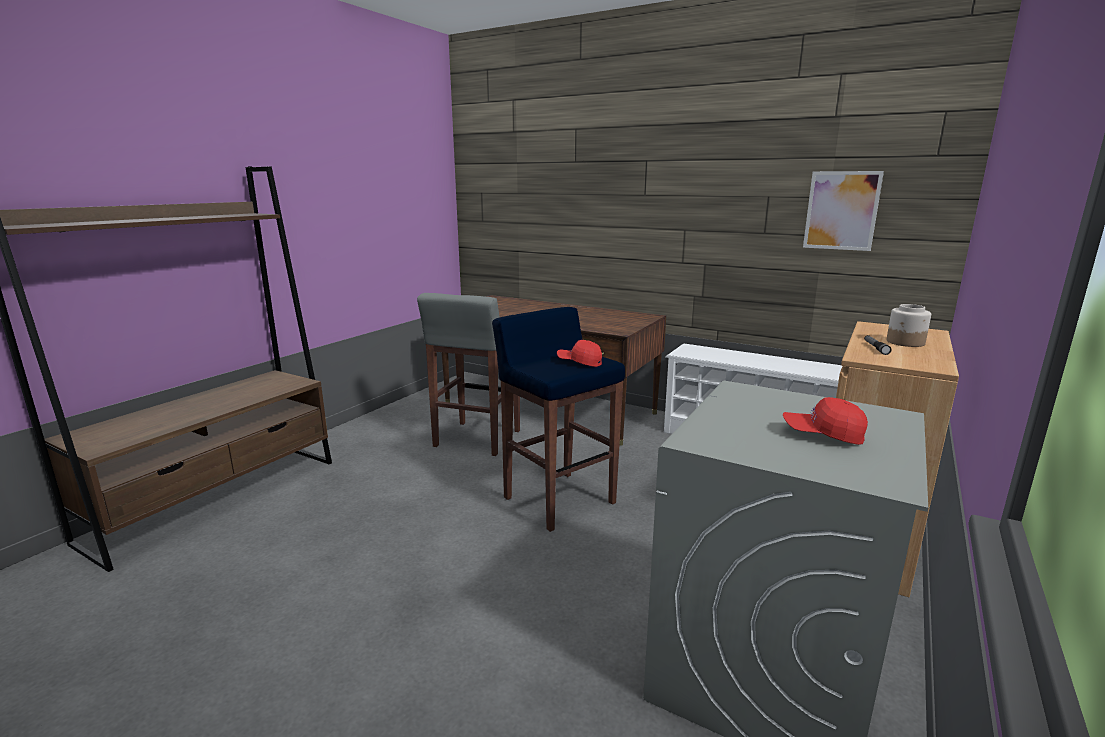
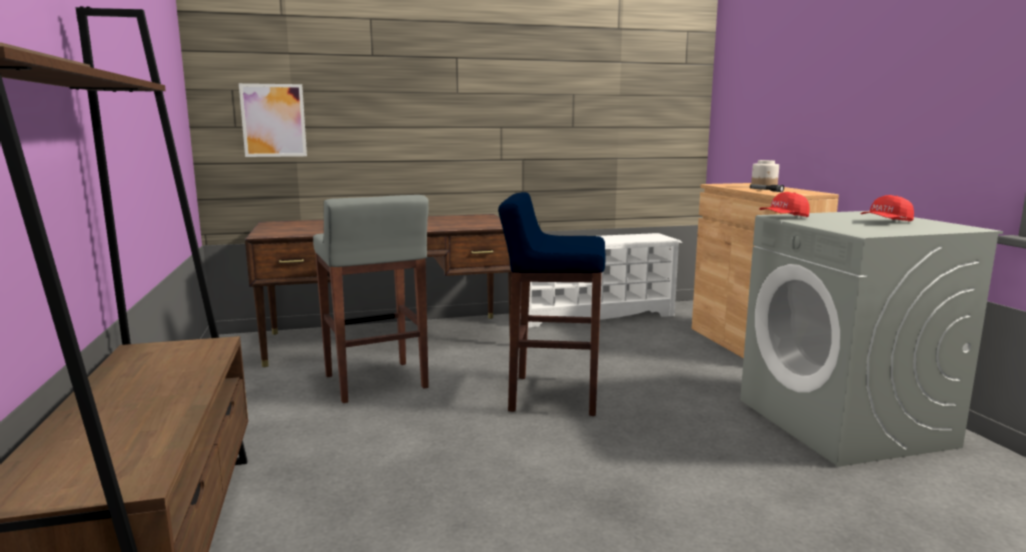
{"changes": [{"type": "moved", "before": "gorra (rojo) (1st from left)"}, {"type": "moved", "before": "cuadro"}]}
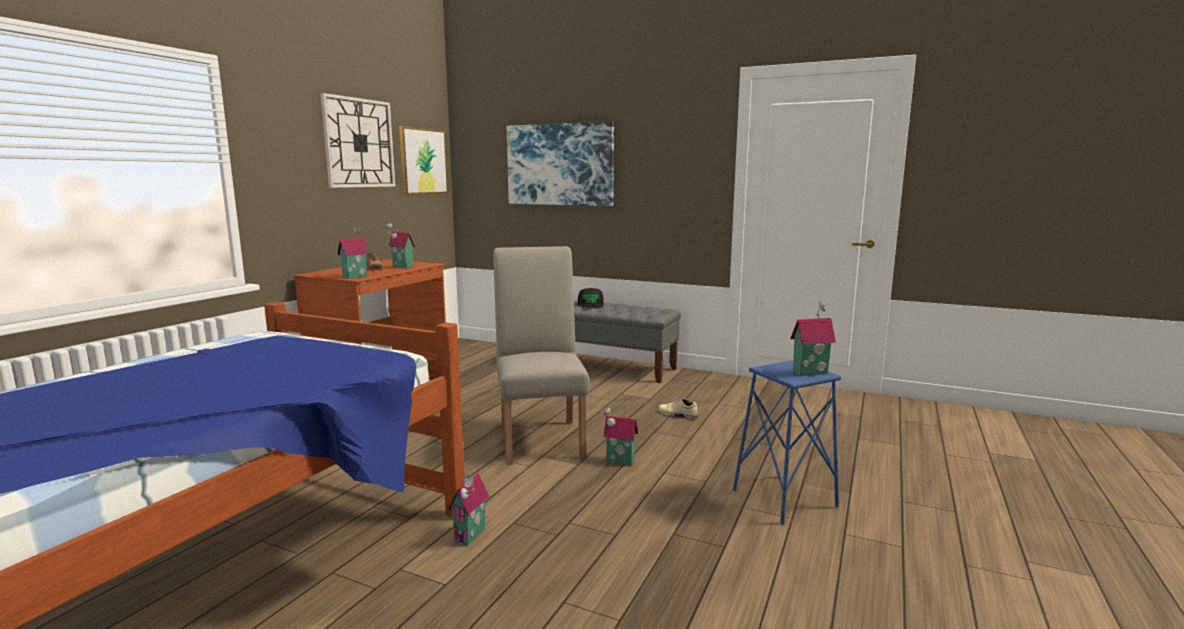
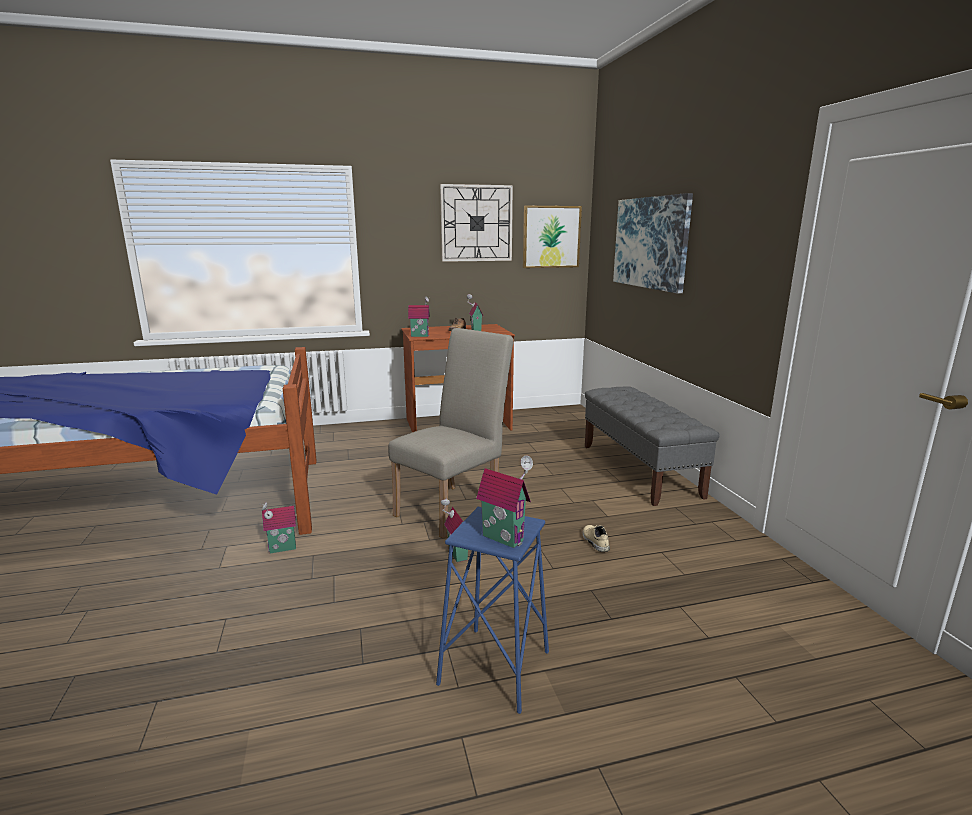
{"changes": [{"type": "removed", "before": "gorra (negro)"}]}
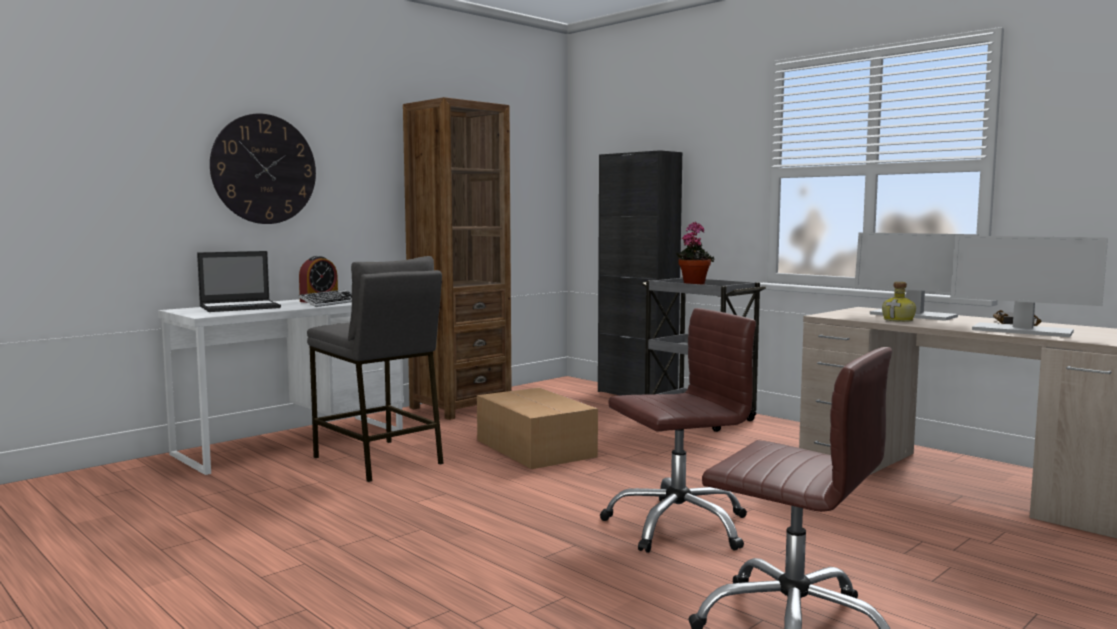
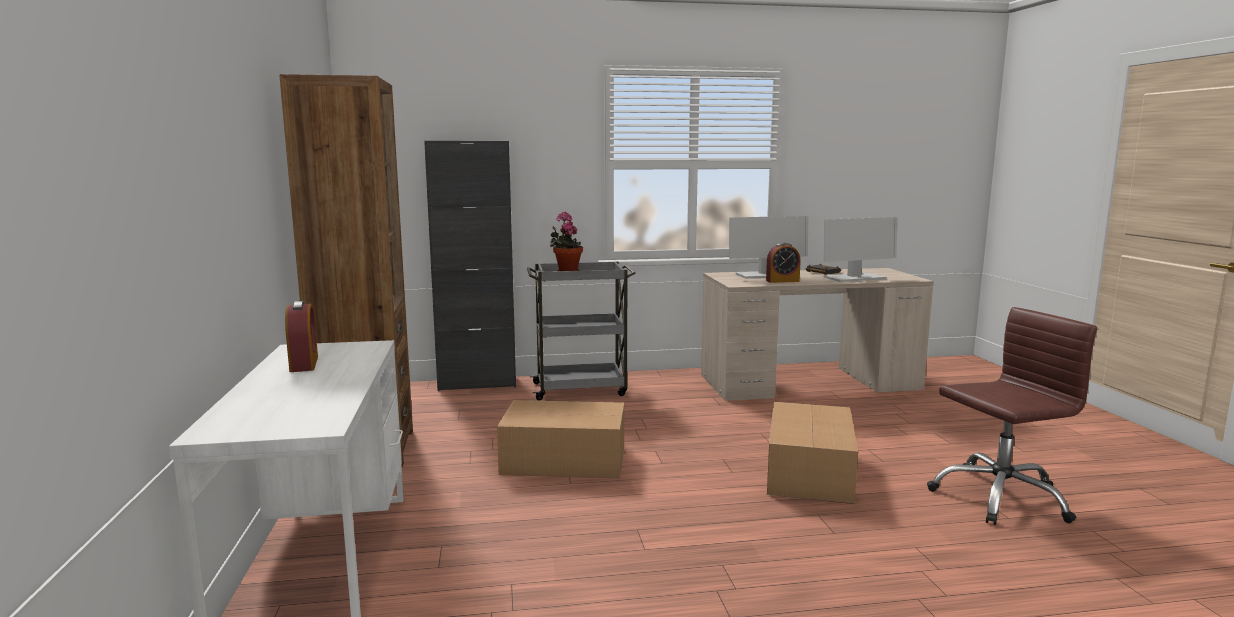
{"changes": [{"type": "removed", "before": "portátil"}, {"type": "removed", "before": "reloj de pared"}, {"type": "removed", "before": "teclado"}, {"type": "removed", "before": "taburete (gris)"}, {"type": "replaced", "before": "silla de oficina (marrón) (1st from left)", "after": "caja de cartón (2nd from left)"}, {"type": "replaced", "before": "botella", "after": "despertador (2nd from left)"}]}
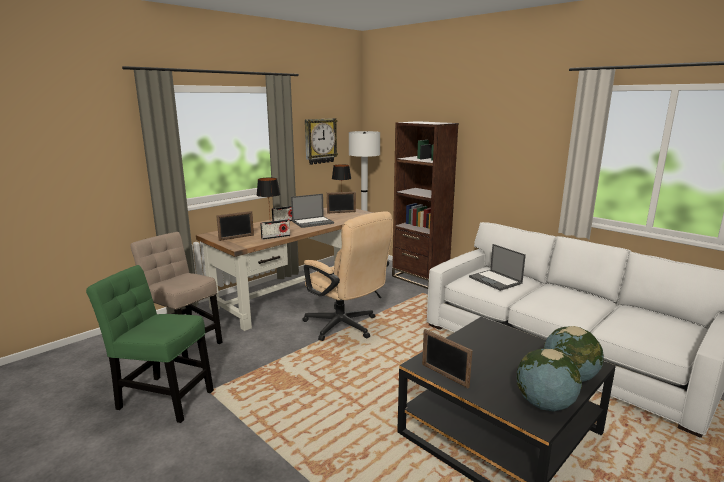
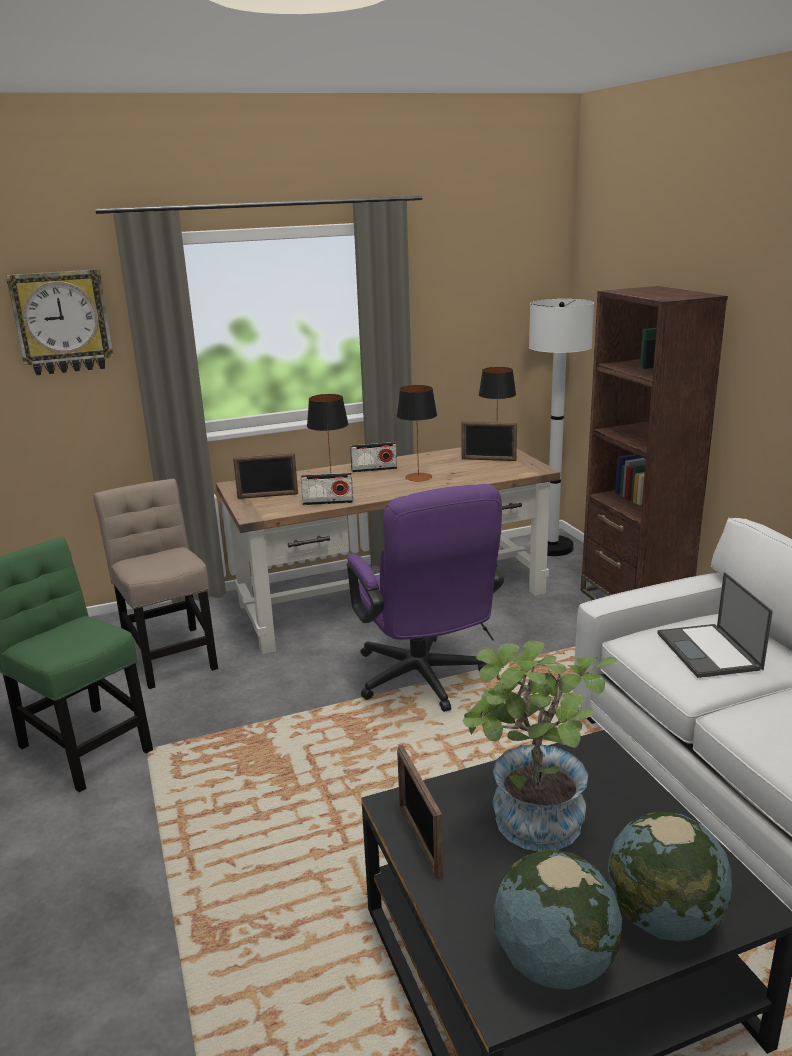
{"changes": [{"type": "replaced", "before": "portátil (1st from left)", "after": "lámpara de mesa (2nd from left)"}, {"type": "recoloured", "before": "silla de oficina (beis)", "after": "silla de oficina (morado)"}, {"type": "moved", "before": "reloj de pared"}, {"type": "added", "after": "planta en maceta"}]}
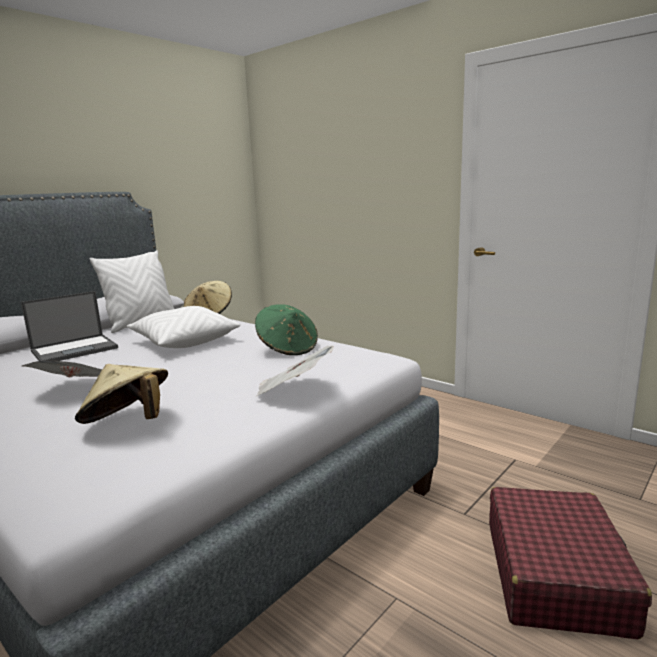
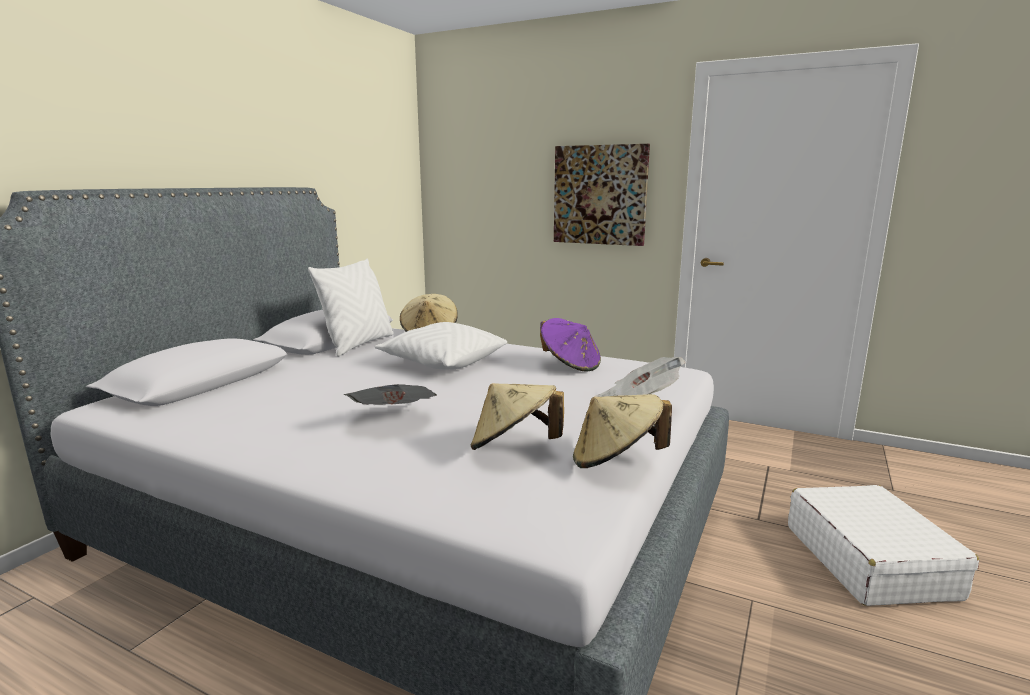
{"changes": [{"type": "removed", "before": "portátil"}, {"type": "recoloured", "before": "sombrero (verde)", "after": "sombrero (morado)"}, {"type": "recoloured", "before": "maleta (rojo)", "after": "maleta (blanco)"}, {"type": "added", "after": "cuadro"}, {"type": "added", "after": "sombrero (beis) (3rd from left)"}]}
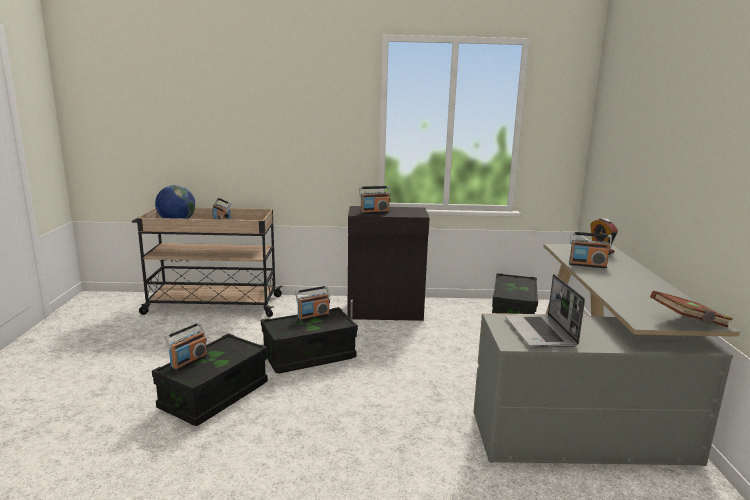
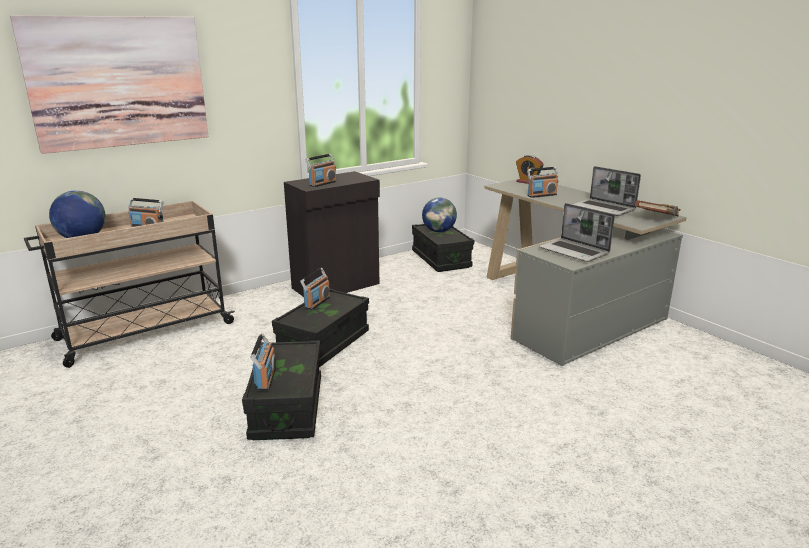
{"changes": [{"type": "added", "after": "cuadro"}, {"type": "added", "after": "globo terráqueo (2nd from left)"}, {"type": "added", "after": "portátil (2nd from left)"}]}
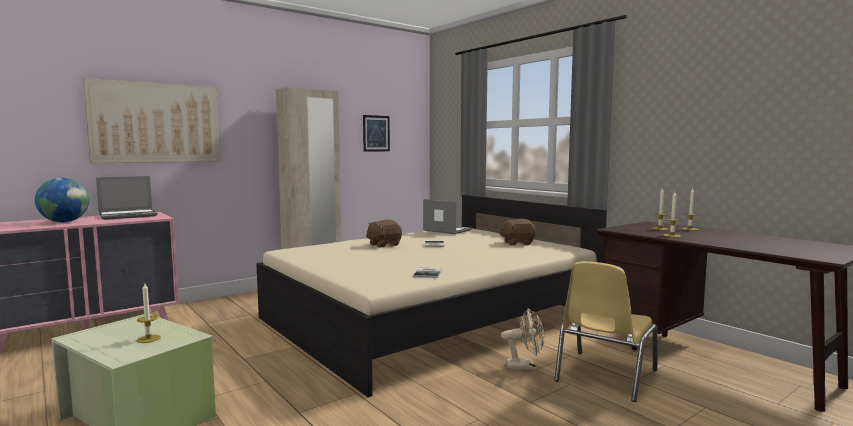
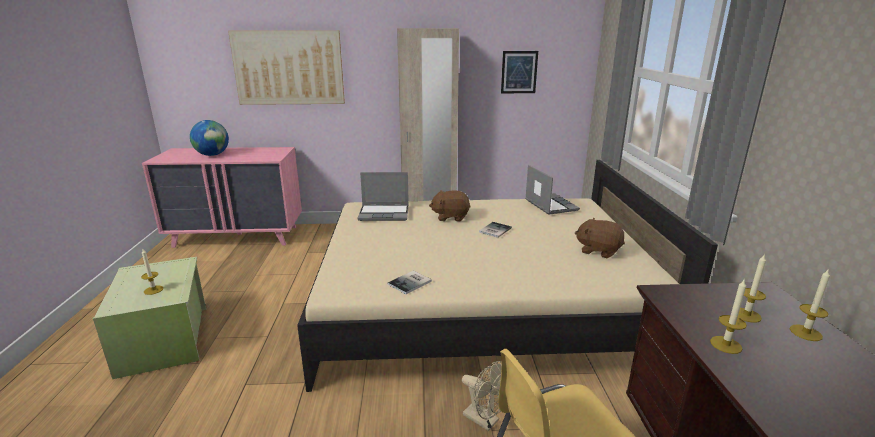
{"changes": [{"type": "moved", "before": "portátil (1st from left)"}]}
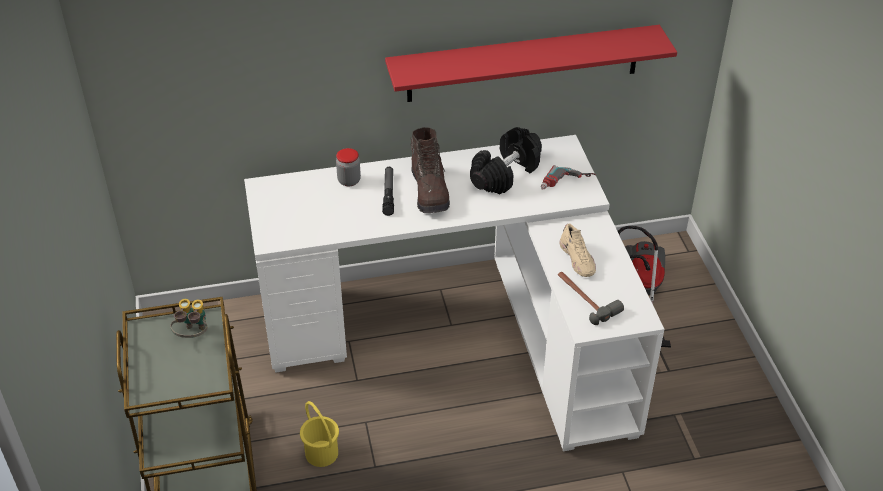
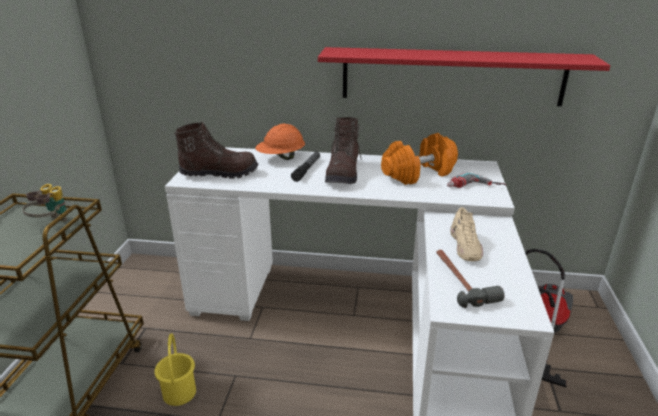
{"changes": [{"type": "replaced", "before": "tarro", "after": "casco (naranja)"}, {"type": "recoloured", "before": "mancuerna (negro)", "after": "mancuerna (naranja)"}, {"type": "added", "after": "bota (marrón) (1st from left)"}]}
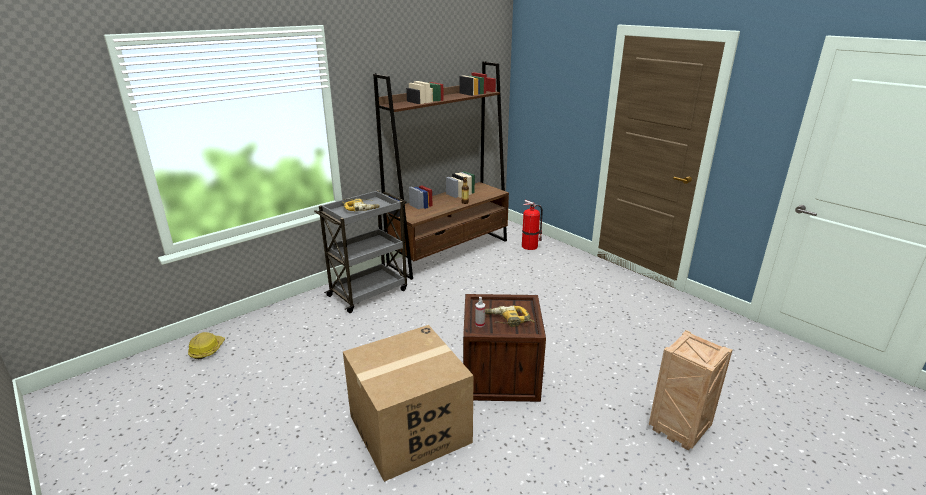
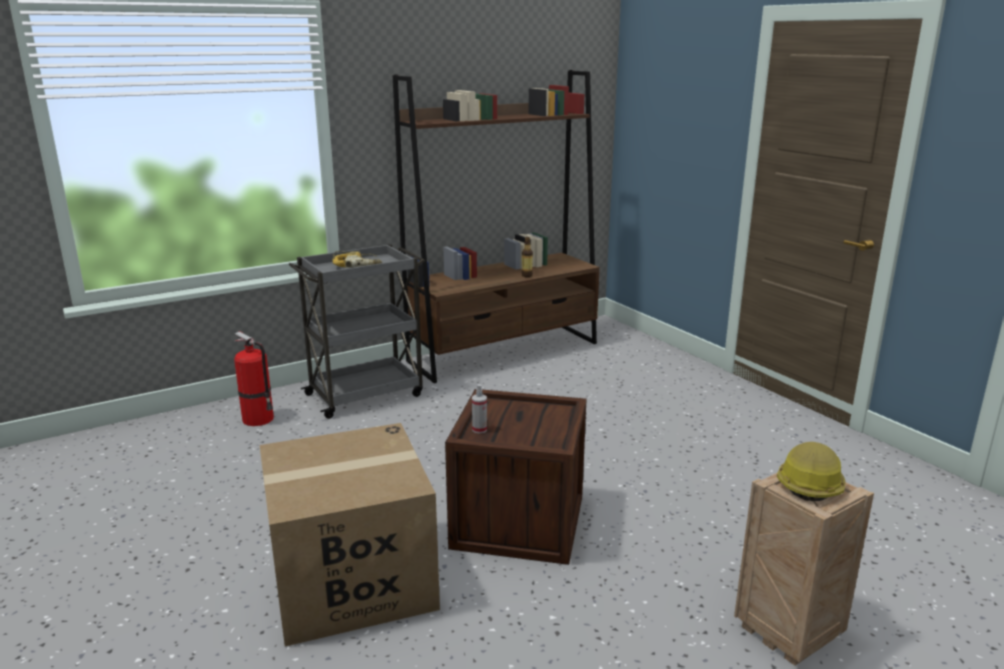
{"changes": [{"type": "moved", "before": "casco"}, {"type": "removed", "before": "taladro (2nd from left)"}, {"type": "moved", "before": "extintor"}]}
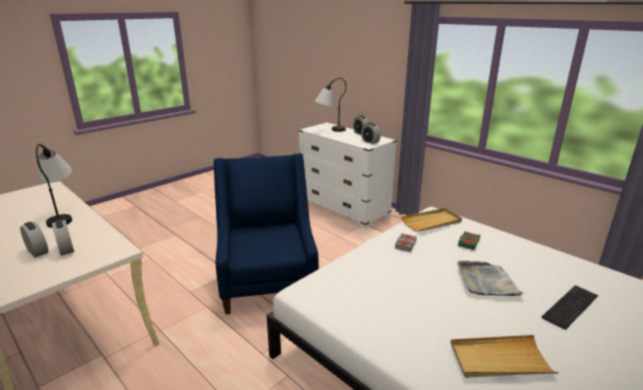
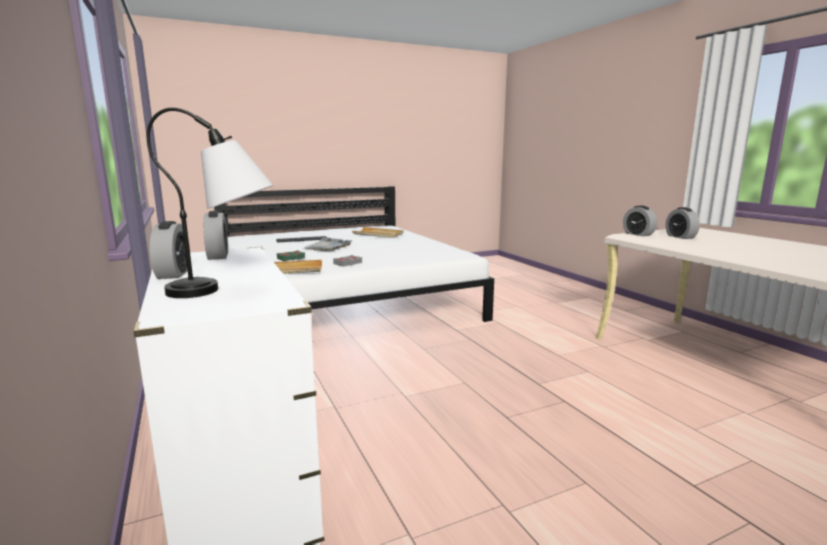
{"changes": [{"type": "moved", "before": "despertador (1st from left in the first image)", "after": "despertador (3rd from left)"}, {"type": "removed", "before": "lámpara de mesa (1st from left)"}, {"type": "removed", "before": "sillón (azul)"}]}
